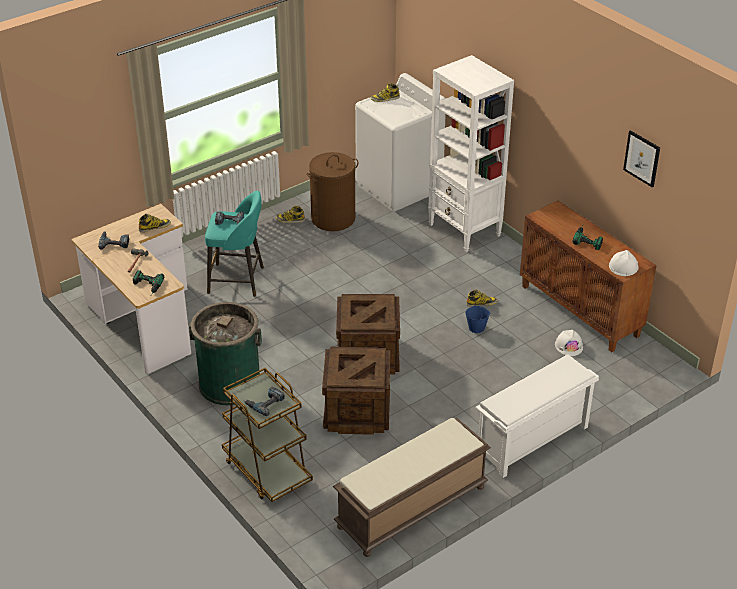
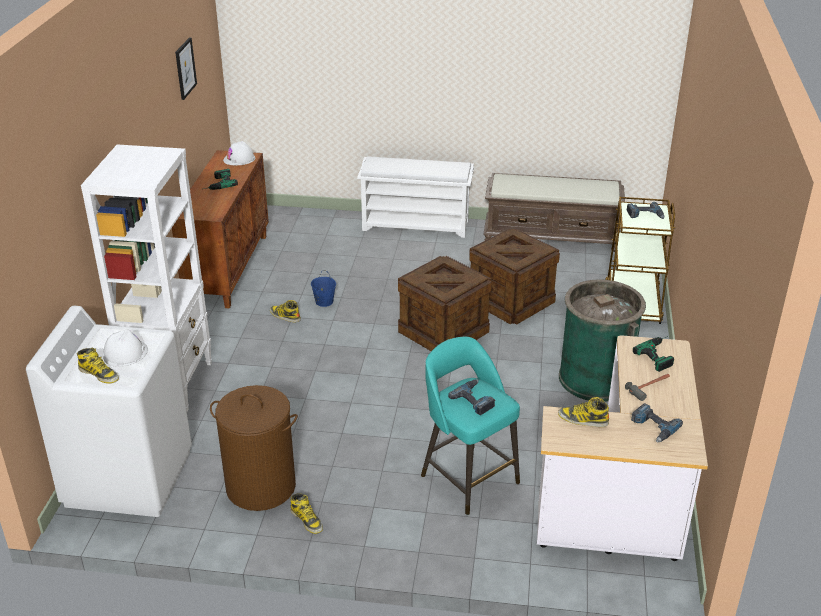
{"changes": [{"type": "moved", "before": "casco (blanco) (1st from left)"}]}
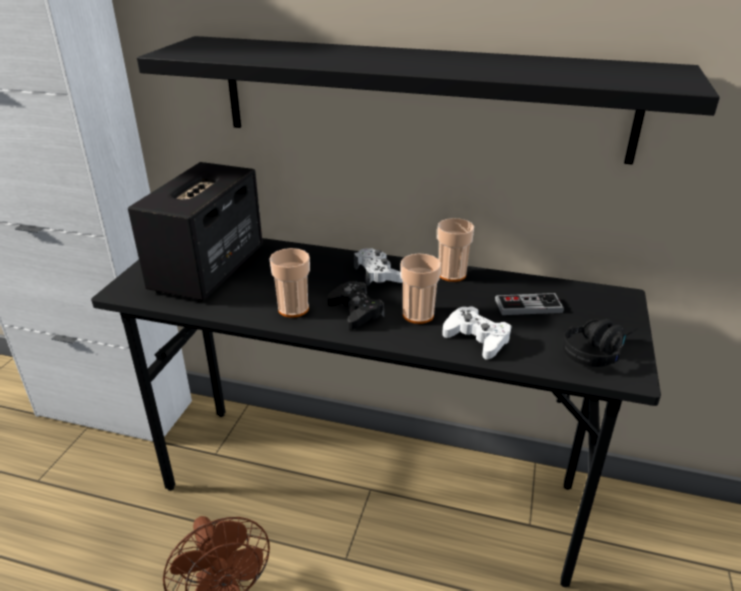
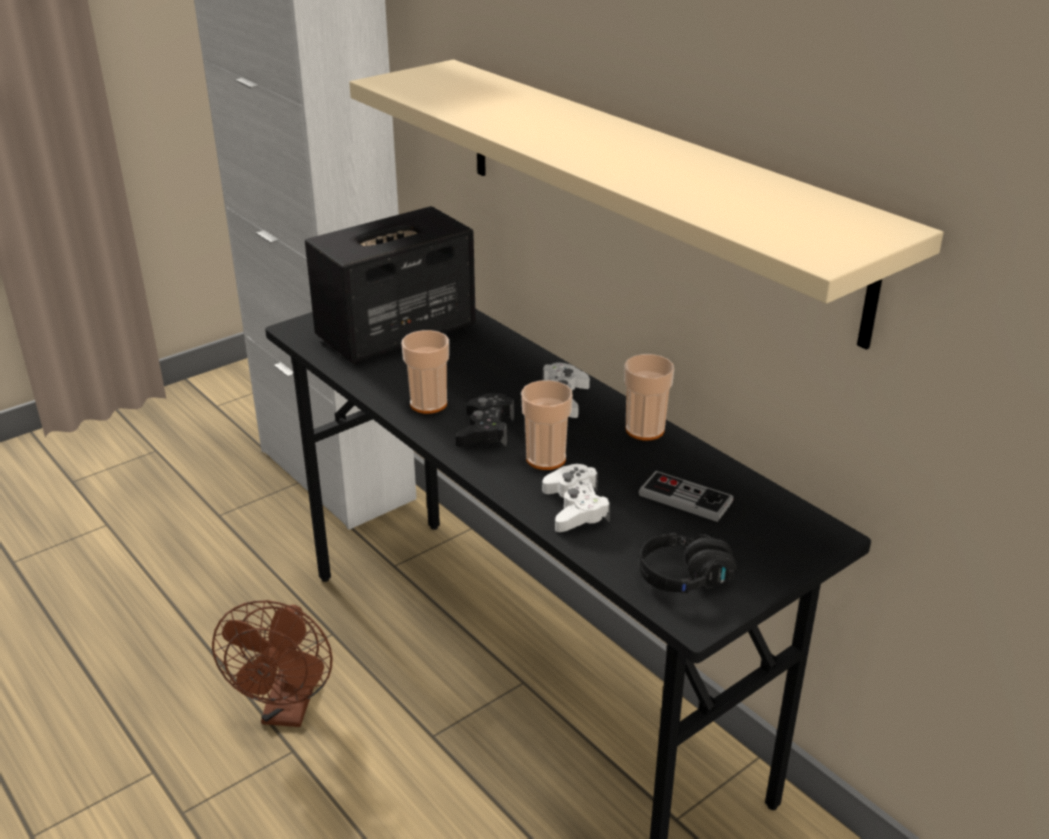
{"changes": [{"type": "recoloured", "before": "estante (negro)", "after": "estante (beis)"}]}
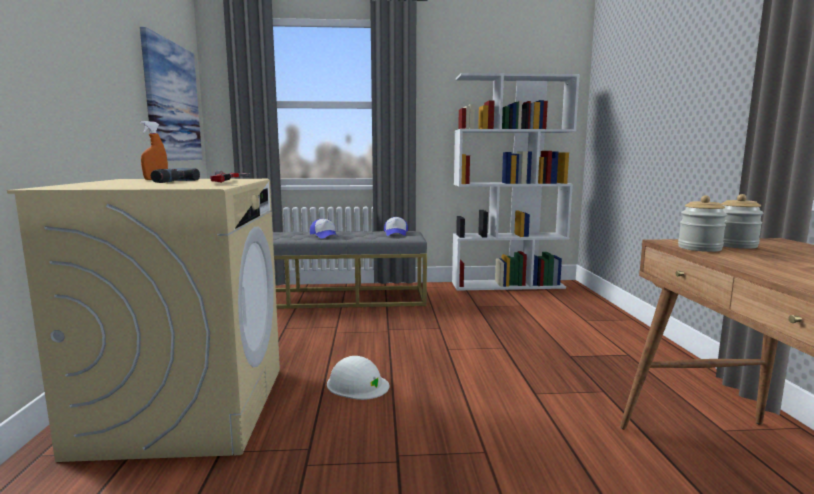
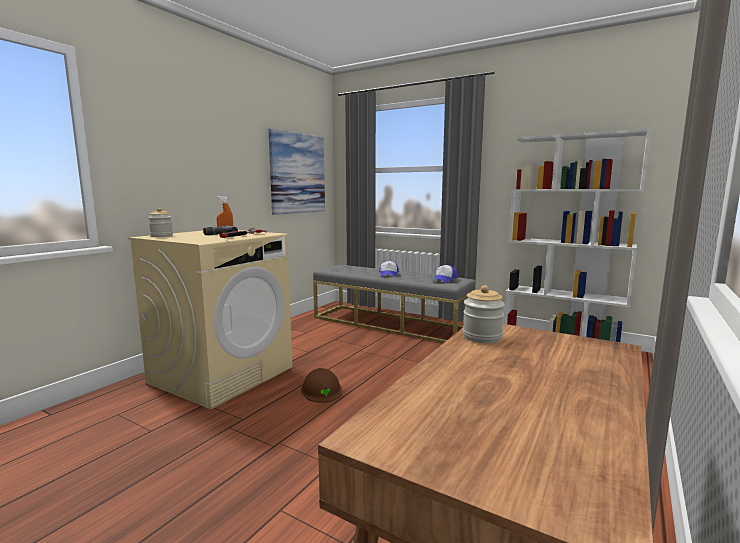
{"changes": [{"type": "recoloured", "before": "casco (blanco)", "after": "casco (marrón)"}, {"type": "moved", "before": "tarro (2nd from left in the first image)", "after": "tarro (1st from left)"}]}
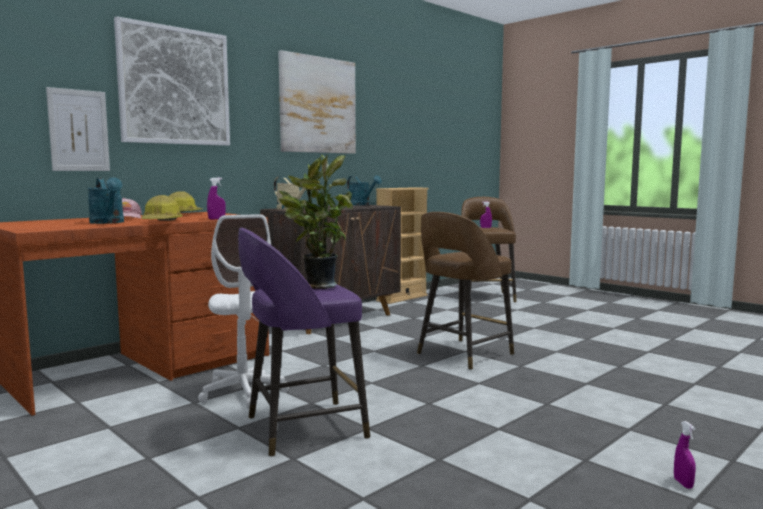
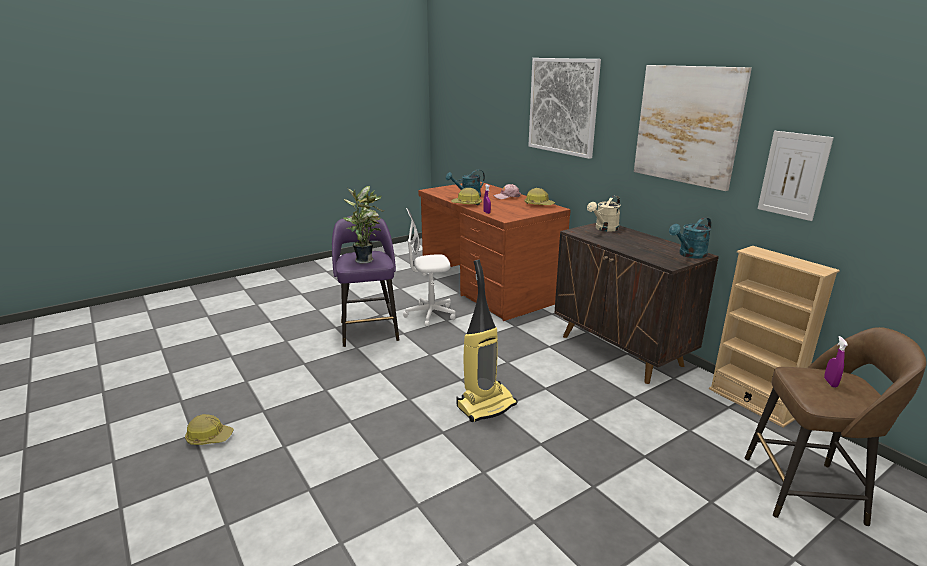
{"changes": [{"type": "moved", "before": "cuadro (1st from left in the first image)", "after": "cuadro (3rd from left)"}, {"type": "replaced", "before": "taburete (marrón) (1st from left)", "after": "aspiradora"}, {"type": "replaced", "before": "pulverizador (morado) (3rd from left)", "after": "casco (1st from left)"}]}
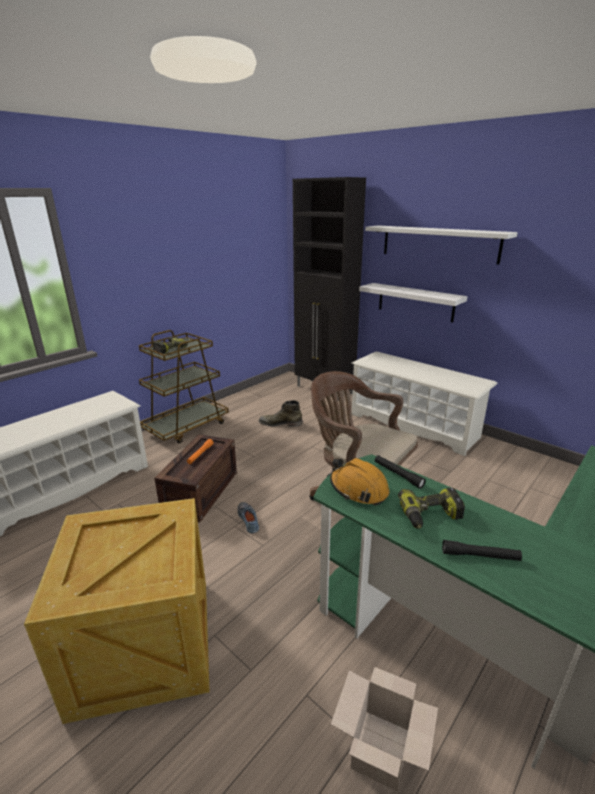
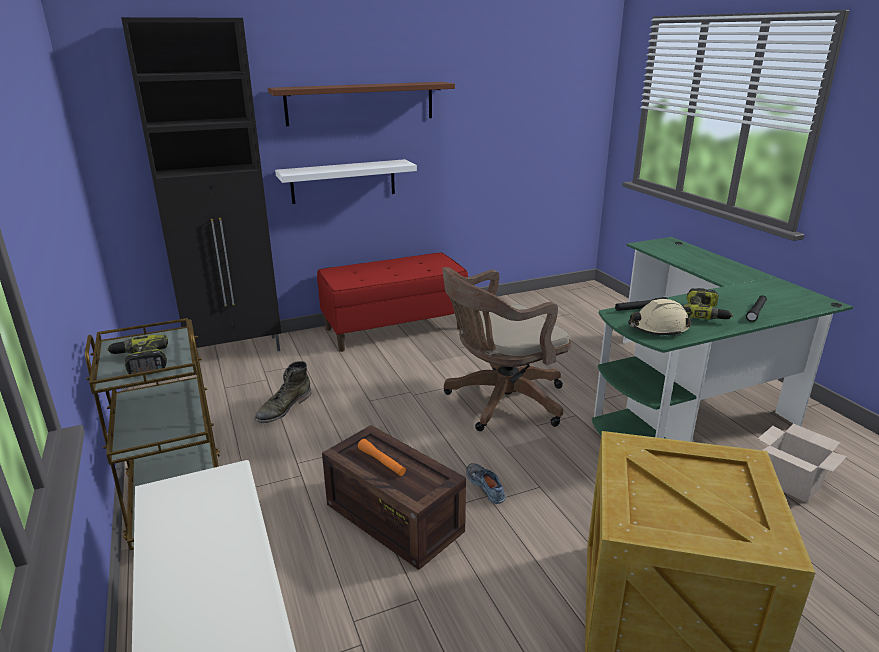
{"changes": [{"type": "turned", "before": "zapato", "turn": 60}, {"type": "recoloured", "before": "casco (naranja)", "after": "casco (beis)"}, {"type": "replaced", "before": "zapatero (blanco) (2nd from left)", "after": "banco (rojo)"}, {"type": "recoloured", "before": "estante (blanco) (2nd from left)", "after": "estante (marrón)"}]}
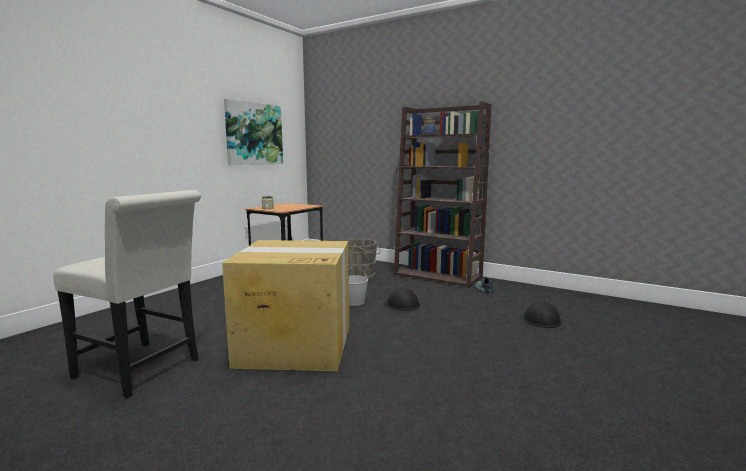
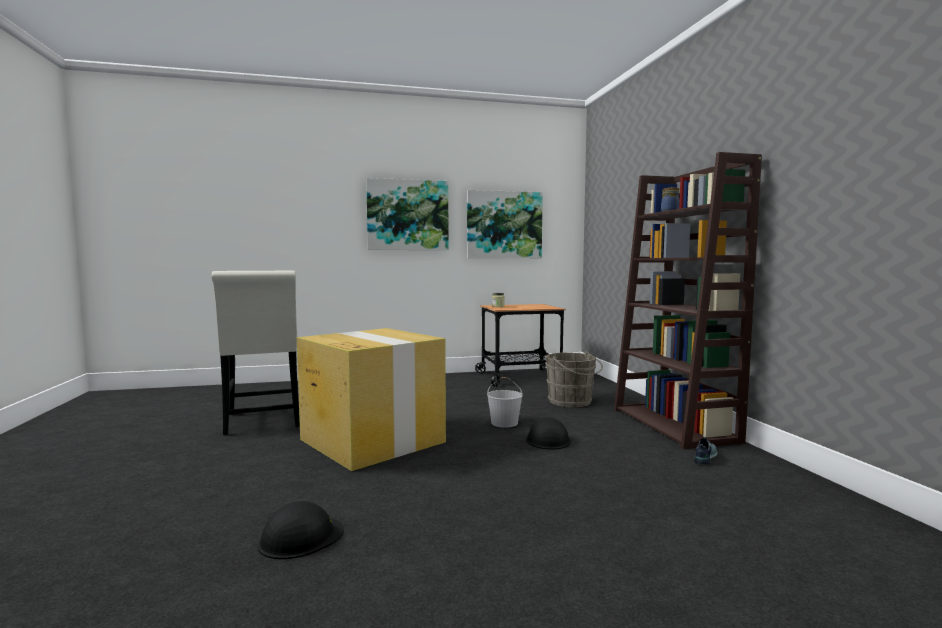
{"changes": [{"type": "moved", "before": "casco (negro) (2nd from left in the first image)", "after": "casco (negro) (1st from left)"}, {"type": "added", "after": "cuadro (1st from left)"}]}
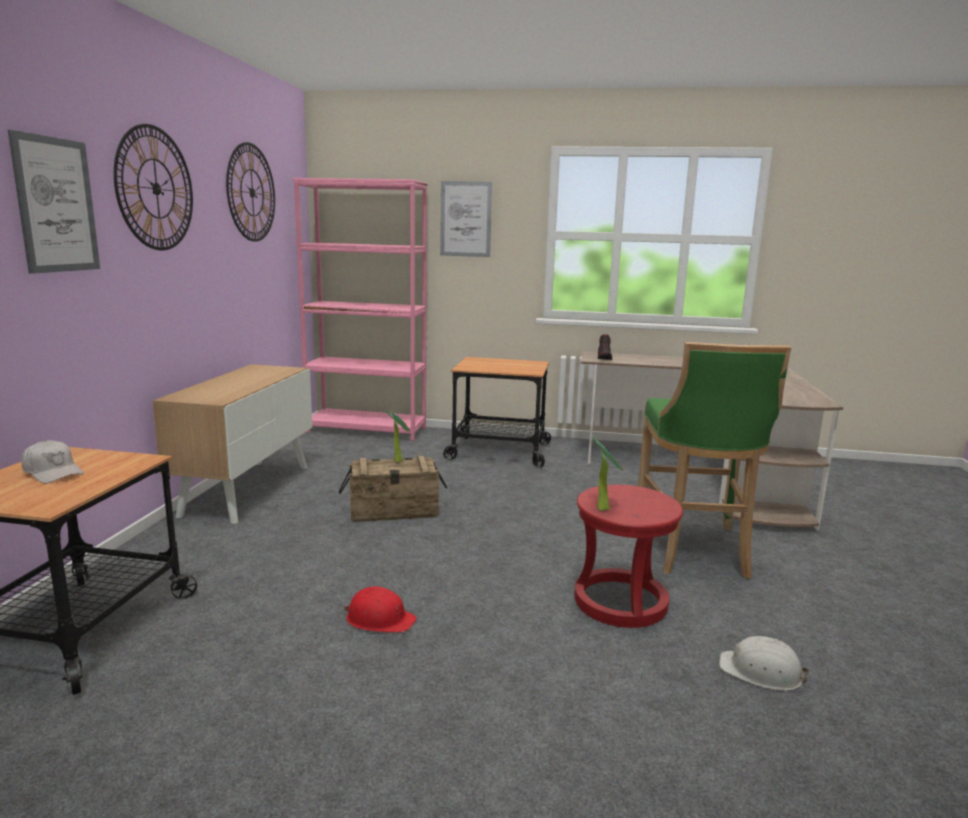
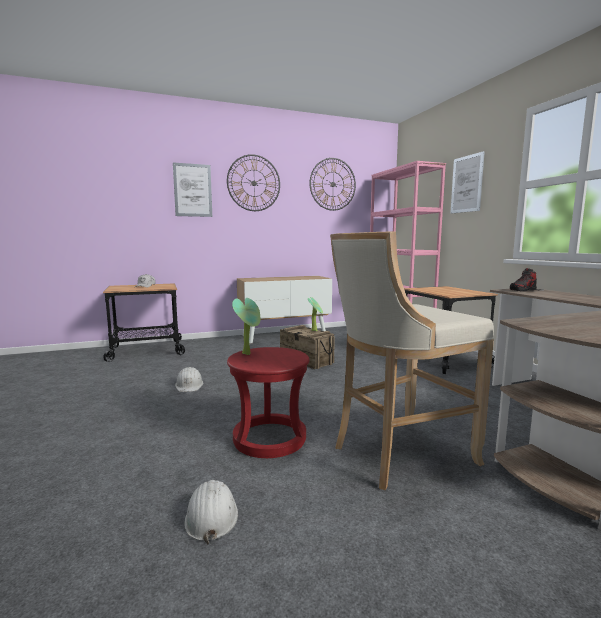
{"changes": [{"type": "recoloured", "before": "casco (rojo)", "after": "casco (blanco) (1st from left)"}, {"type": "recoloured", "before": "taburete (verde)", "after": "taburete (beis)"}]}
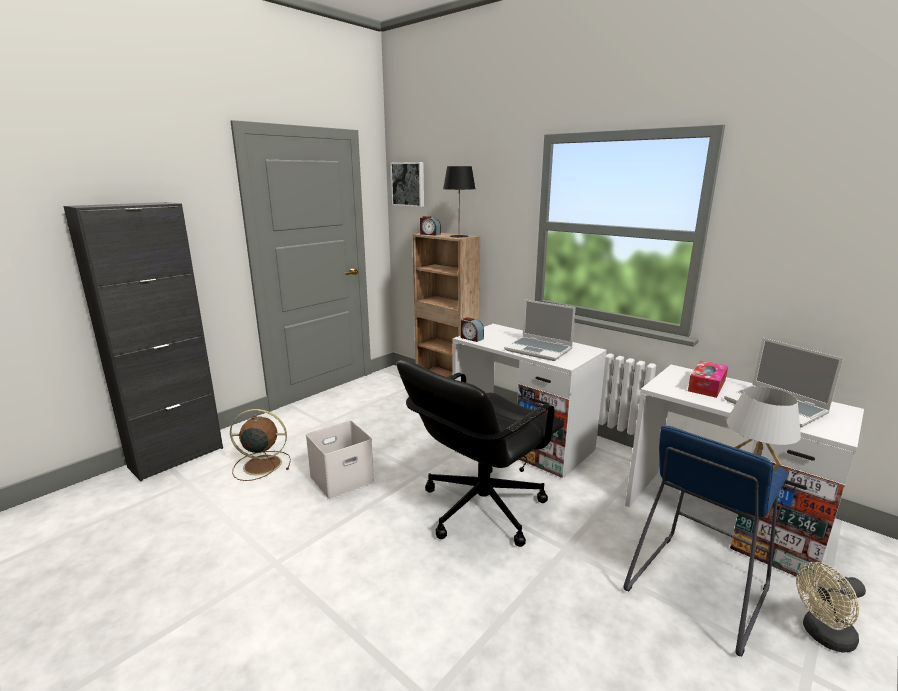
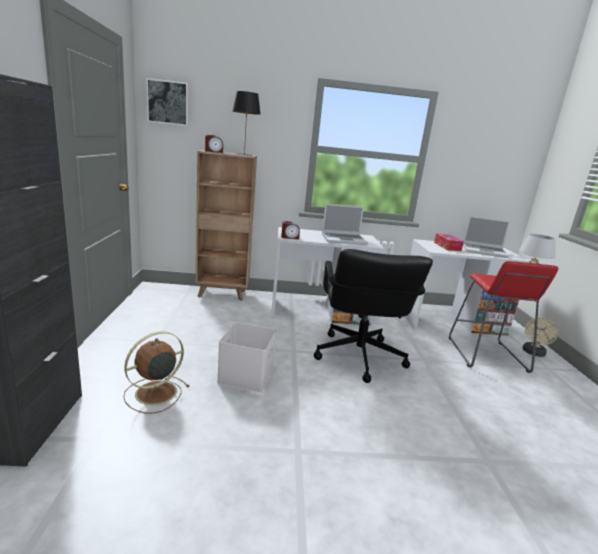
{"changes": [{"type": "recoloured", "before": "taburete (azul)", "after": "taburete (rojo)"}]}
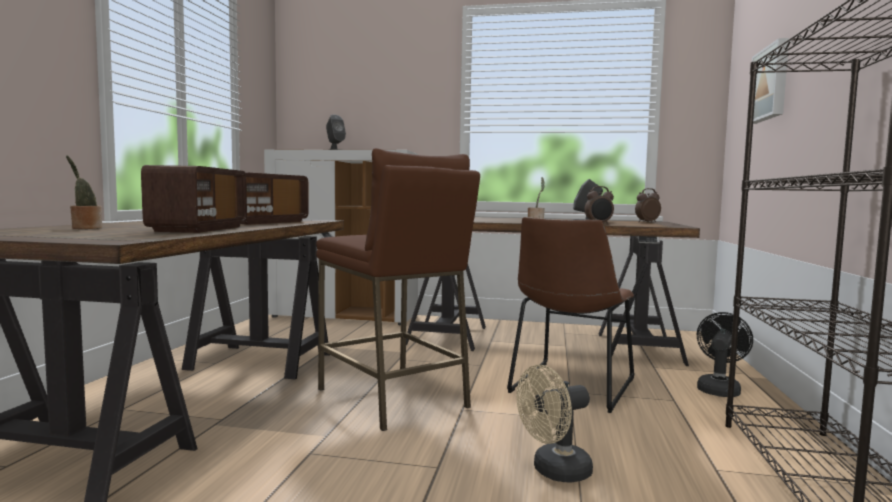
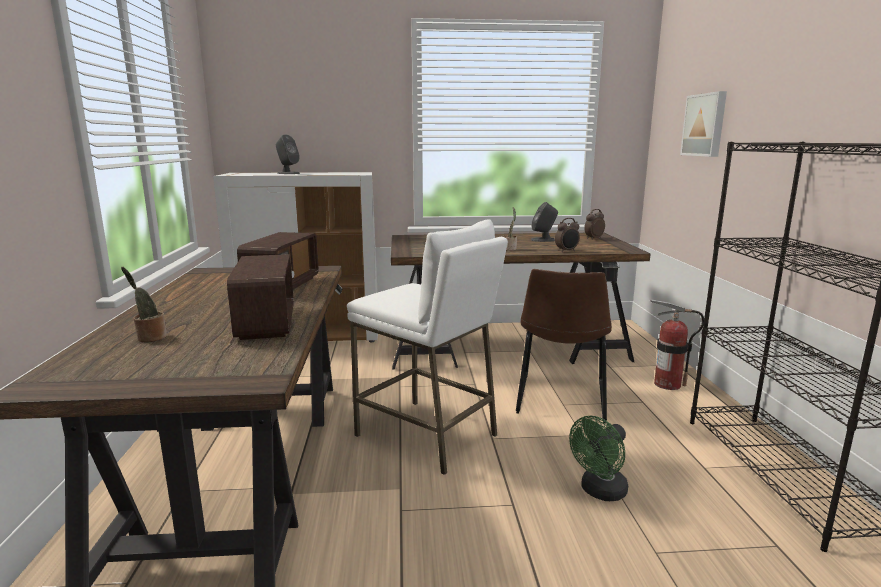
{"changes": [{"type": "recoloured", "before": "taburete (marrón)", "after": "taburete (blanco)"}, {"type": "recoloured", "before": "ventilador (beis)", "after": "ventilador (verde)"}, {"type": "replaced", "before": "ventilador (negro)", "after": "extintor"}]}
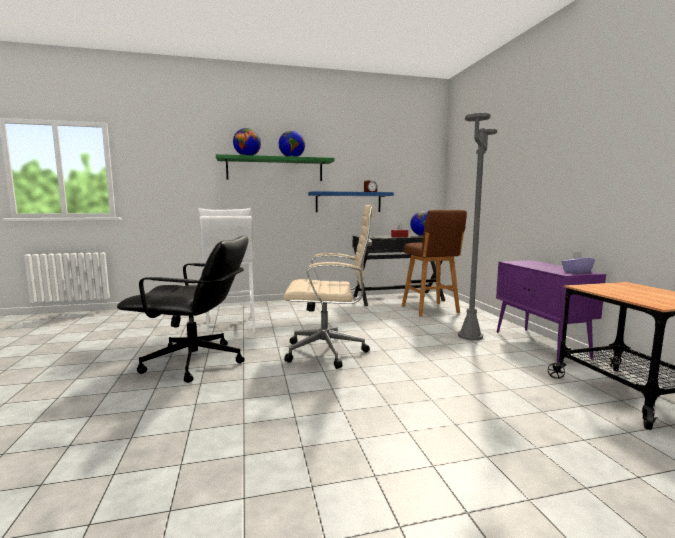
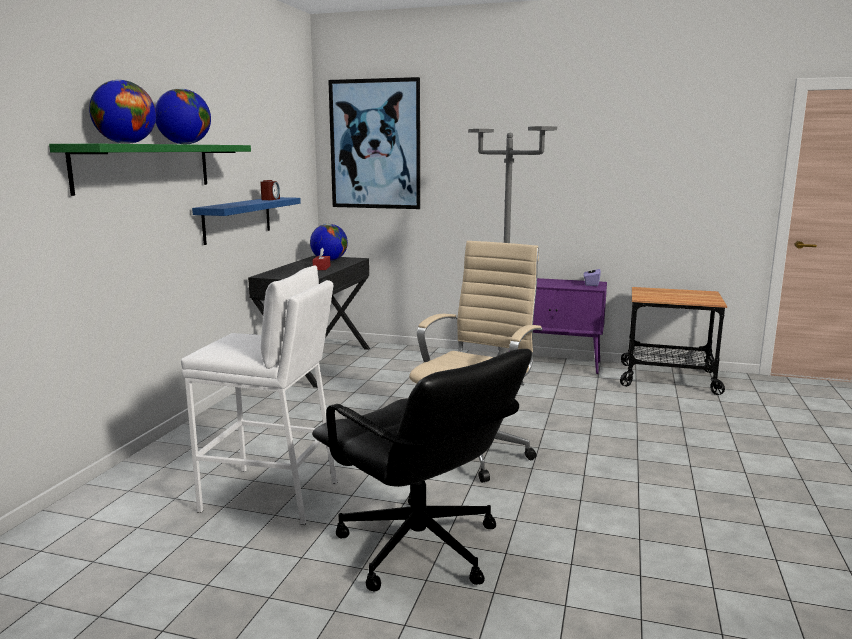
{"changes": [{"type": "turned", "before": "silla de oficina (negro)", "turn": 105}, {"type": "removed", "before": "taburete (marrón)"}, {"type": "added", "after": "cuadro"}]}
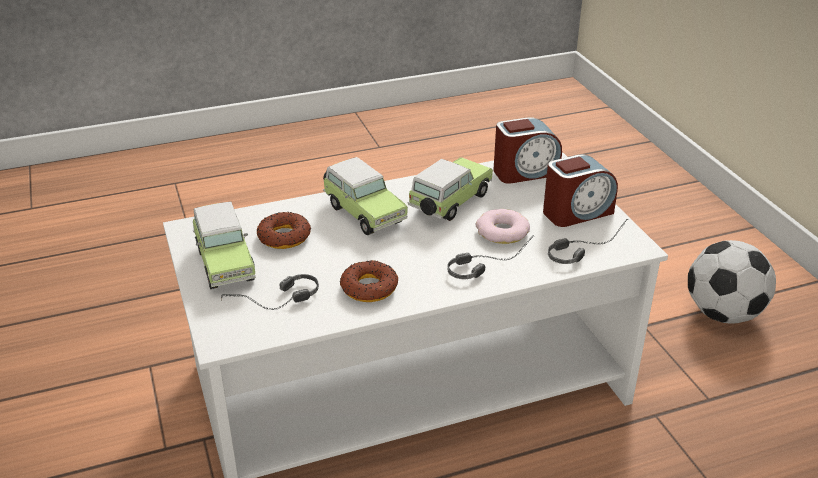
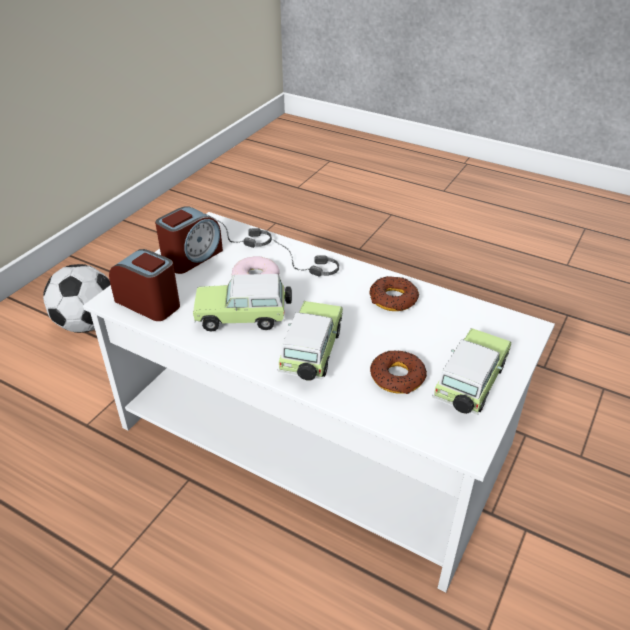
{"changes": [{"type": "removed", "before": "auriculares (1st from left)"}, {"type": "turned", "before": "despertador (2nd from left)", "turn": 105}]}
